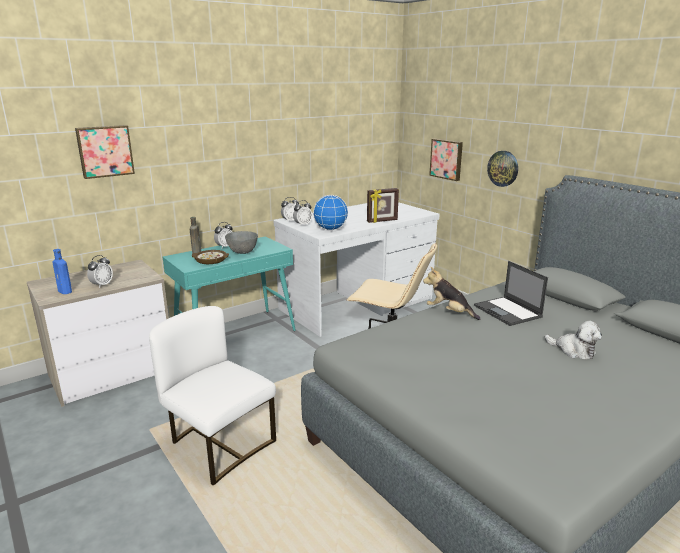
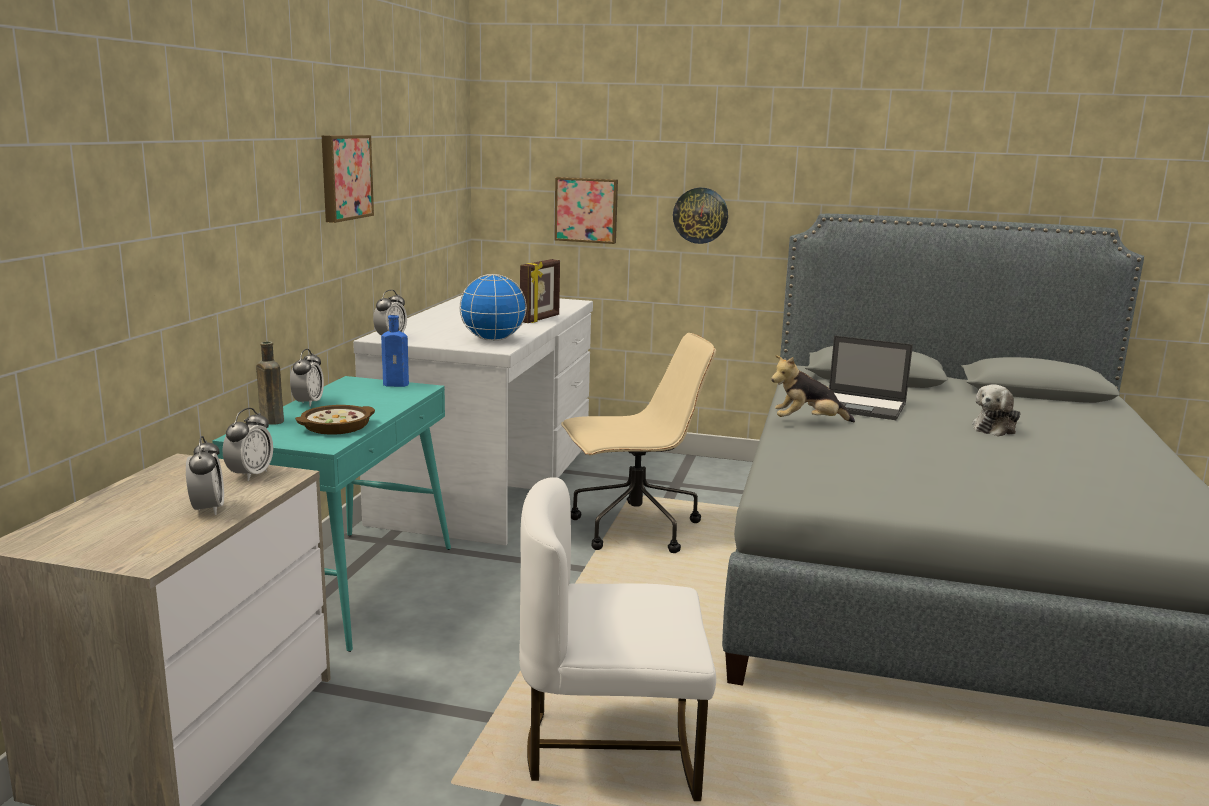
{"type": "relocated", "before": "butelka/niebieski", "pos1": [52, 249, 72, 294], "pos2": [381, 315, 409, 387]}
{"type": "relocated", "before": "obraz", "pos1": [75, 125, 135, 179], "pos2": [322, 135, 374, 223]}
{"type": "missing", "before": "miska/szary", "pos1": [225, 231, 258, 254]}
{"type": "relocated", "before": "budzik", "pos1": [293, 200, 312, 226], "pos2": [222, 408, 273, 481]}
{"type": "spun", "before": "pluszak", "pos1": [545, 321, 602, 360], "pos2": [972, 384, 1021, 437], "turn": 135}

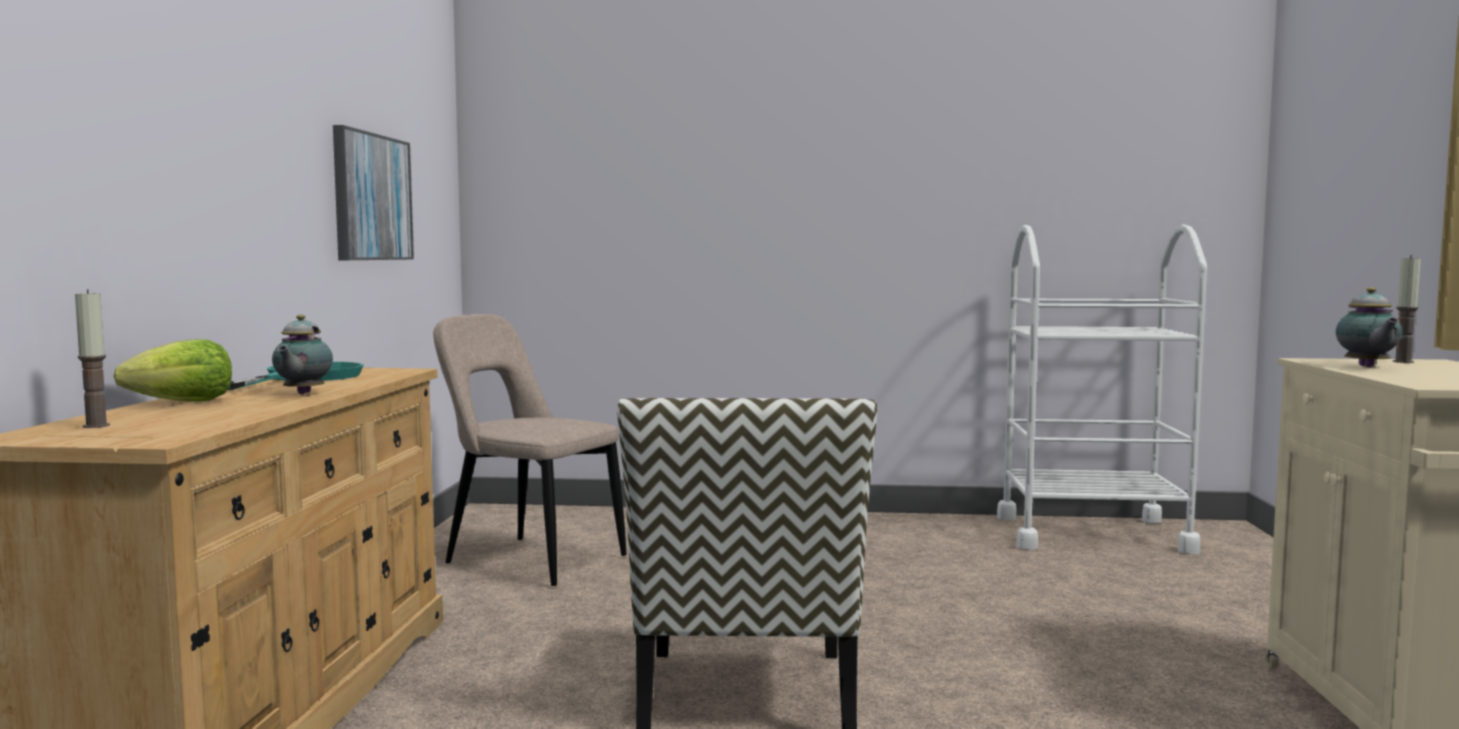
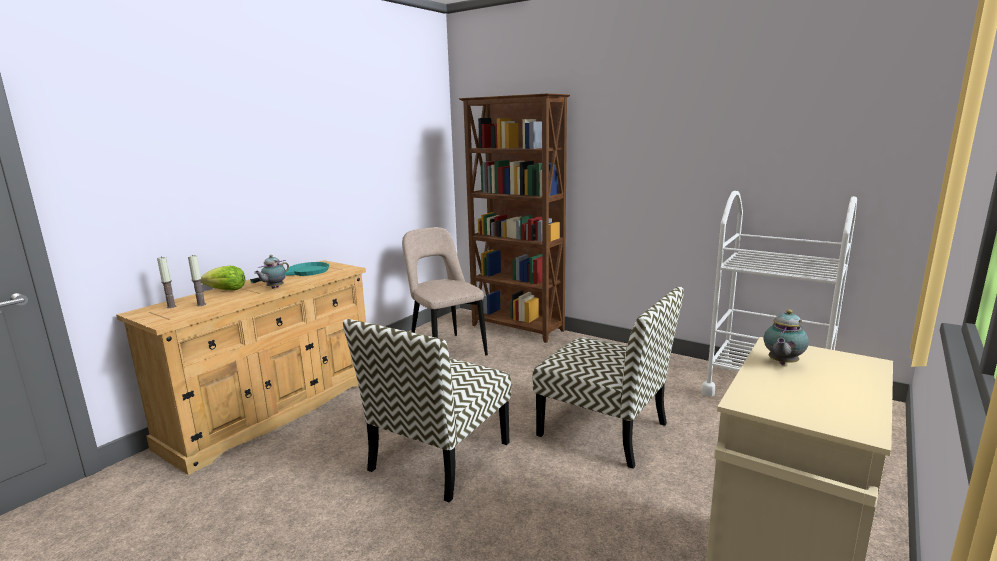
{"type": "missing", "before": "obraz", "pos1": [333, 125, 414, 260]}
{"type": "relocated", "before": "świeca", "pos1": [1393, 255, 1421, 363], "pos2": [188, 255, 206, 306]}
{"type": "appeared", "after": "regał/brązowy", "pos2": [459, 93, 570, 343]}
{"type": "appeared", "after": "krzesło", "pos2": [533, 286, 684, 469]}

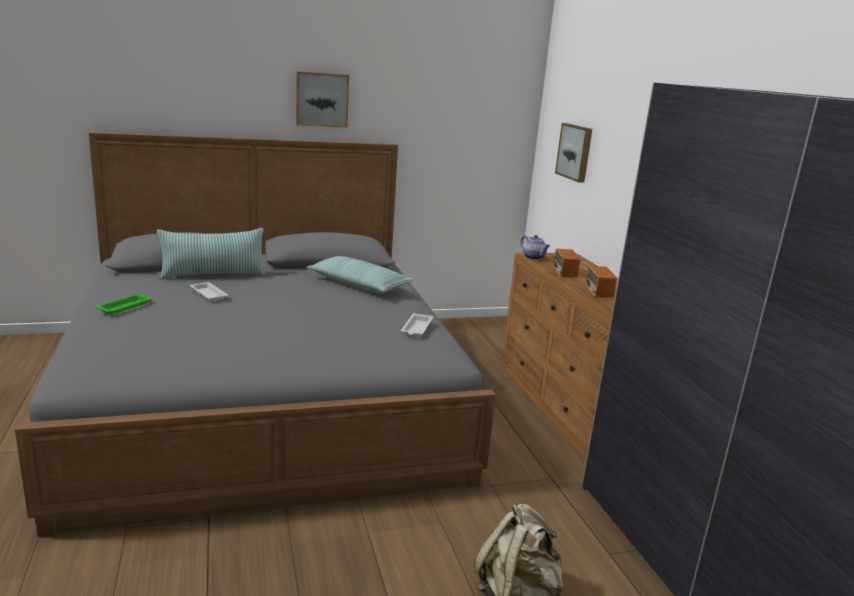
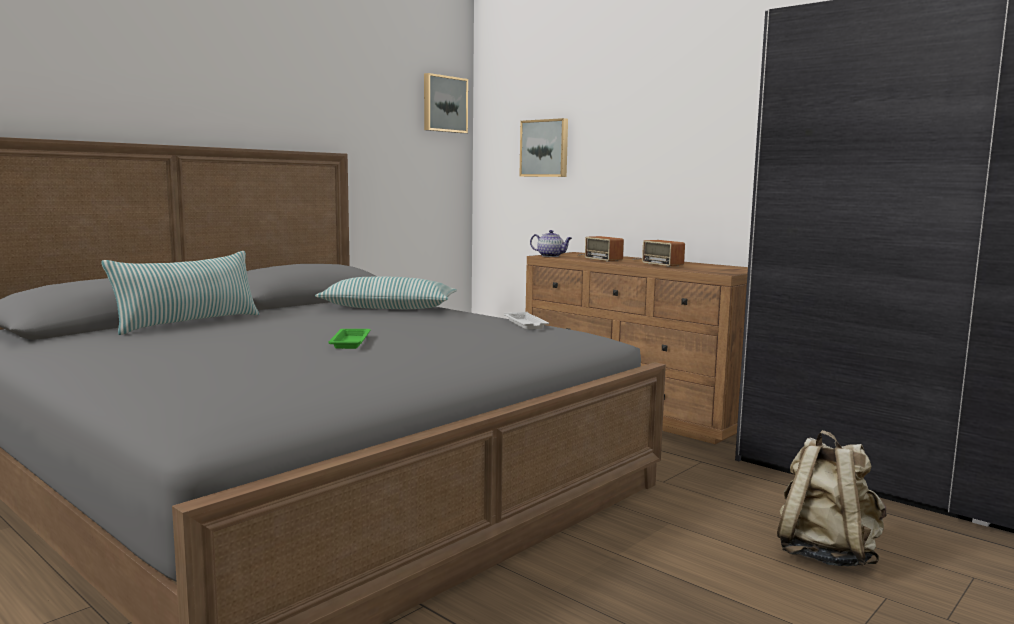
{"type": "relocated", "before": "taca/zielony", "pos1": [95, 294, 152, 314], "pos2": [328, 329, 371, 349]}
{"type": "missing", "before": "taca/biały", "pos1": [190, 282, 229, 301]}
{"type": "relocated", "before": "obraz", "pos1": [296, 71, 349, 128], "pos2": [424, 73, 468, 133]}

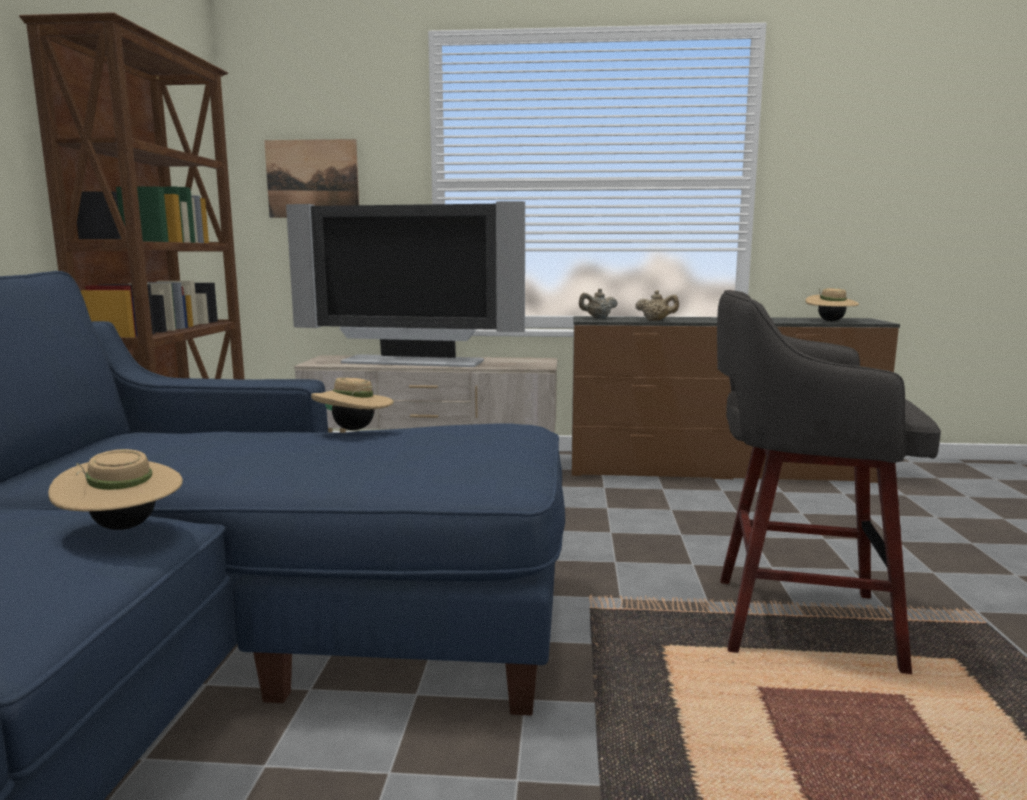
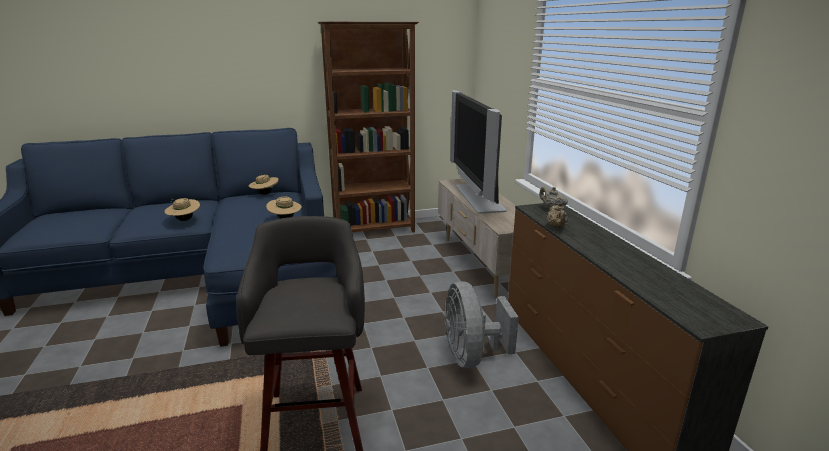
{"type": "missing", "before": "obraz", "pos1": [264, 139, 359, 218]}
{"type": "relocated", "before": "kapelusz/beżowy", "pos1": [805, 288, 859, 321], "pos2": [249, 173, 279, 195]}
{"type": "appeared", "after": "wentylator/szary", "pos2": [445, 281, 519, 368]}

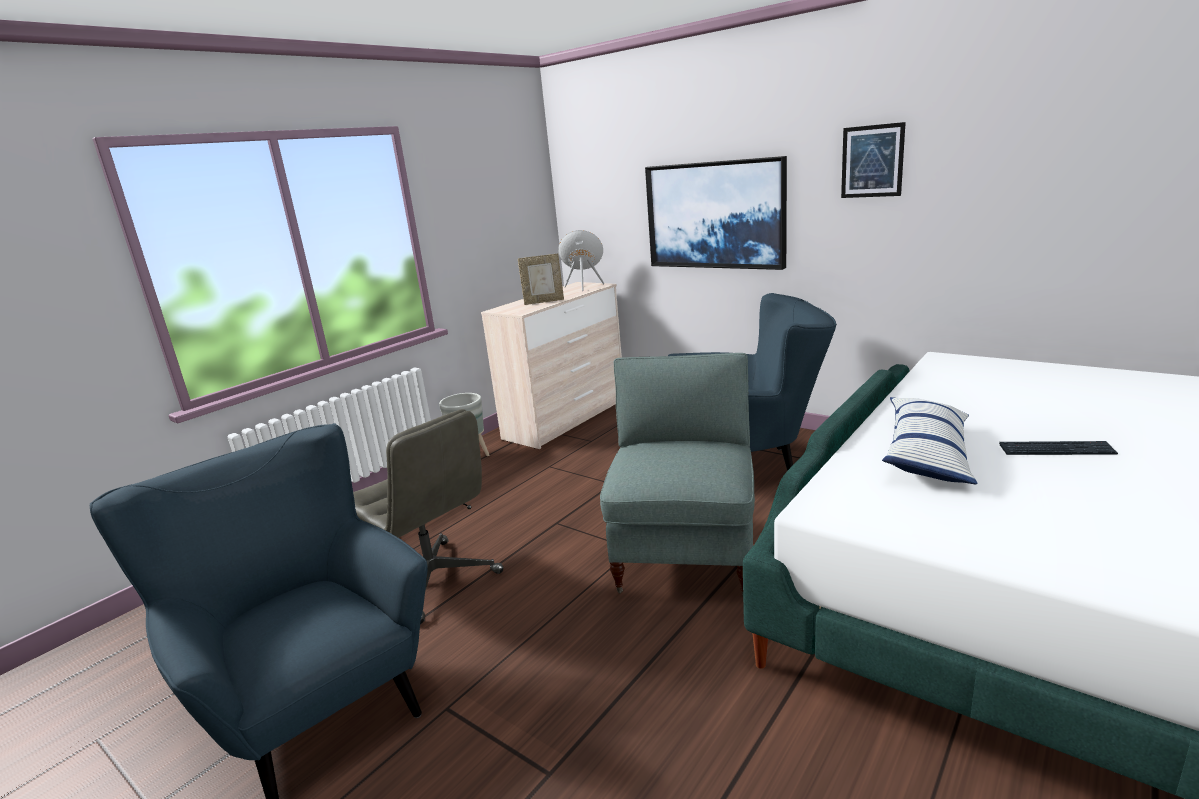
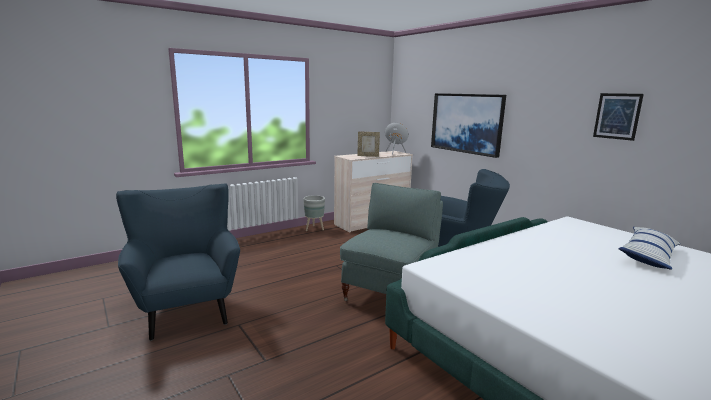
{"type": "missing", "before": "krzesło biurowe/szary", "pos1": [353, 409, 503, 624]}
{"type": "relocated", "before": "obraz", "pos1": [841, 122, 906, 198], "pos2": [593, 93, 644, 141]}
{"type": "relocated", "before": "poduszka", "pos1": [882, 397, 977, 484], "pos2": [618, 227, 681, 270]}
{"type": "missing", "before": "klawiatura", "pos1": [999, 441, 1118, 455]}

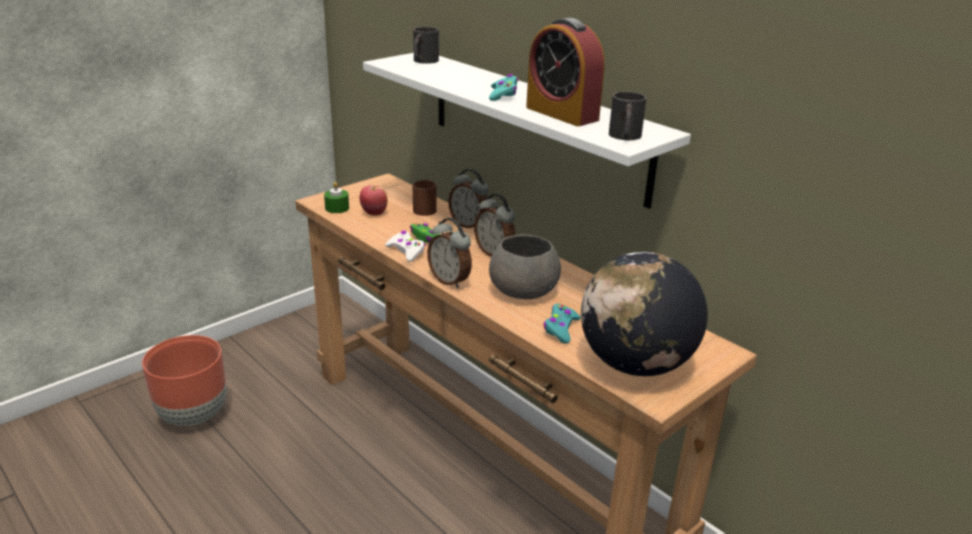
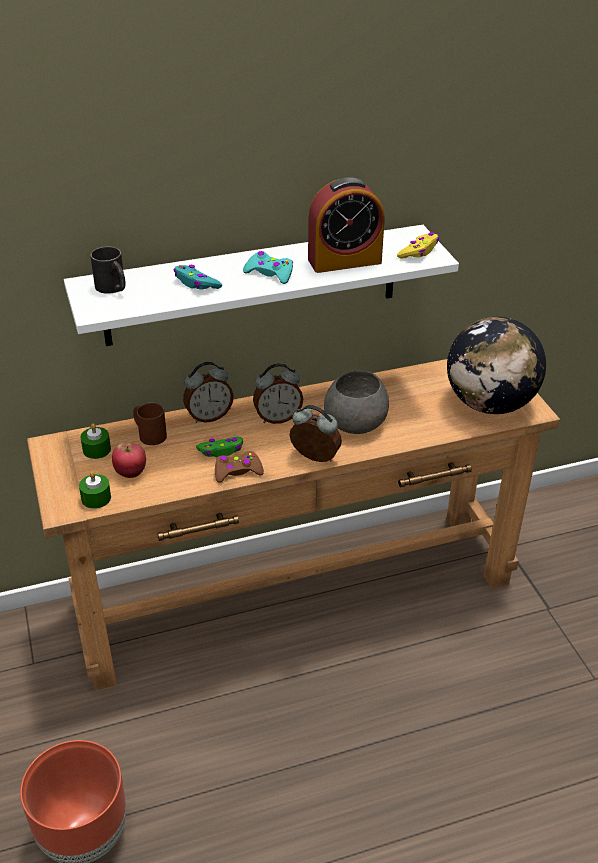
{"type": "colour", "before": "pad do gier/biały", "after": "pad do gier/brązowy", "pos1": [385, 231, 425, 262], "pos2": [215, 451, 264, 483]}
{"type": "spun", "before": "budzik", "pos1": [427, 218, 472, 288], "pos2": [290, 405, 342, 462], "turn": -135}
{"type": "relocated", "before": "pad do gier/turkusowy", "pos1": [544, 304, 581, 344], "pos2": [173, 265, 222, 289]}
{"type": "exchanged", "before": "kubek/czarny", "after": "pad do gier/żółty", "pos1": [609, 91, 646, 140], "pos2": [397, 232, 439, 259]}
{"type": "appeared", "after": "świeca/zielony", "pos2": [81, 424, 111, 459]}

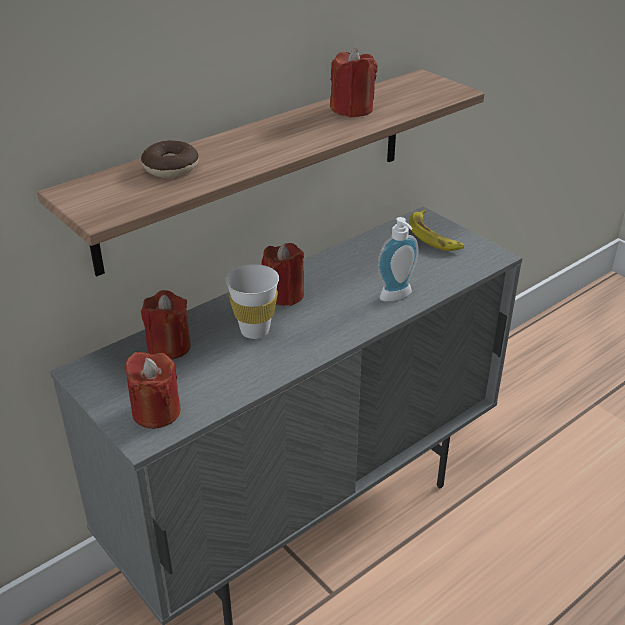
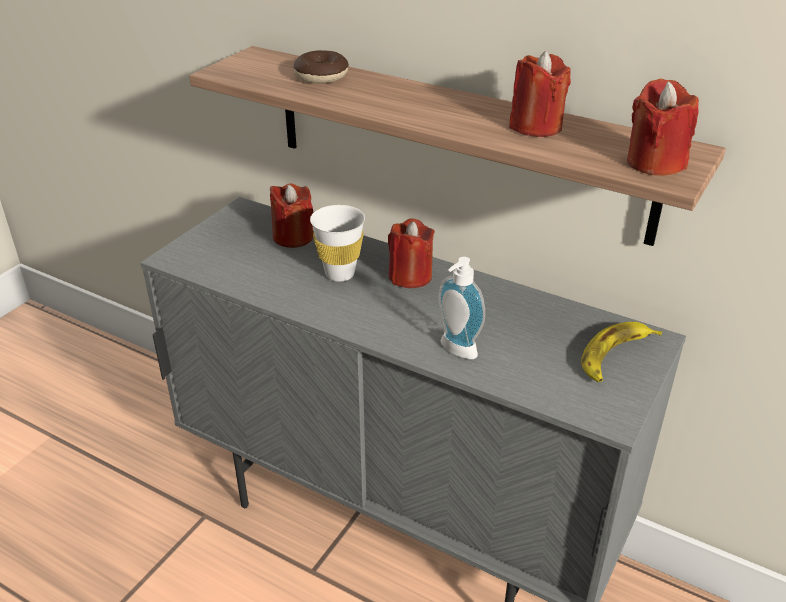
{"type": "relocated", "before": "świeca/czerwony", "pos1": [124, 352, 180, 429], "pos2": [627, 79, 699, 175]}

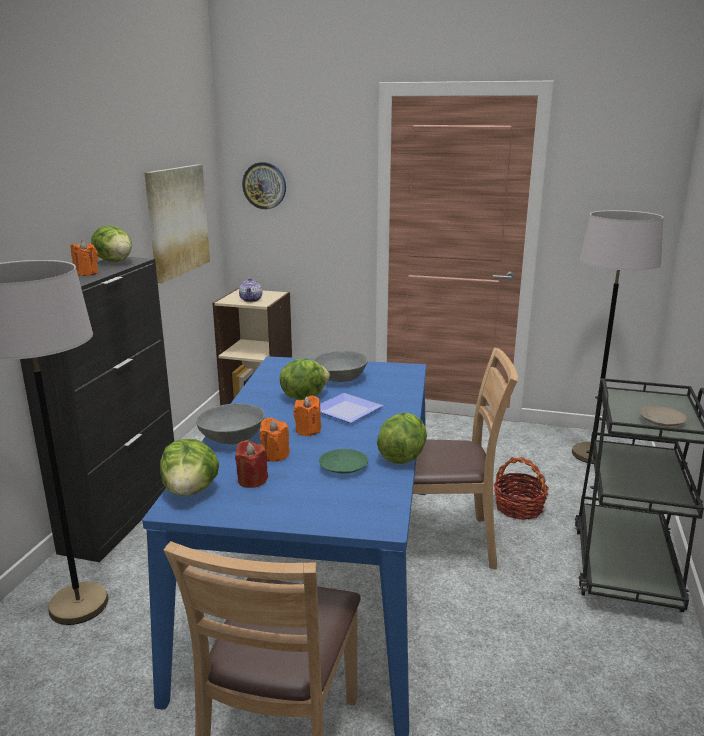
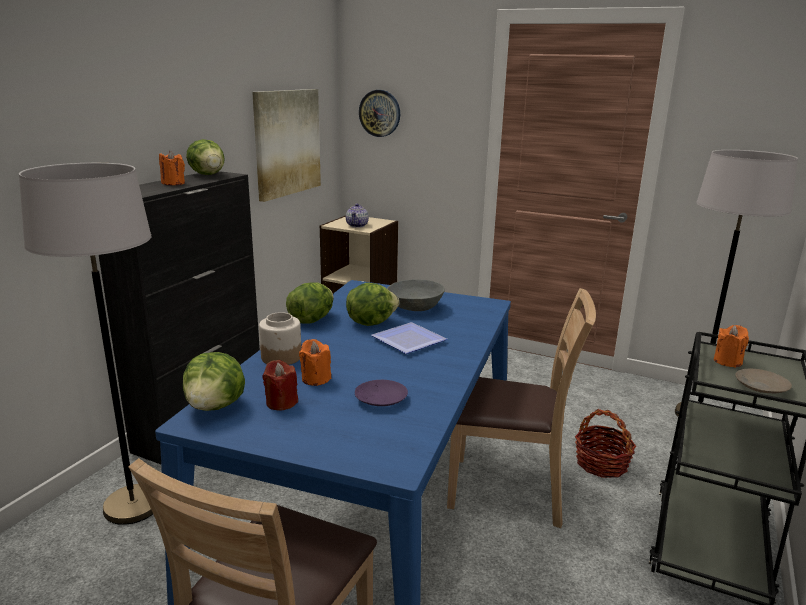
{"type": "exchanged", "before": "miska/szary", "after": "słoik", "pos1": [196, 403, 265, 445], "pos2": [259, 312, 301, 365]}
{"type": "relocated", "before": "świeca/pomarańczowy", "pos1": [293, 396, 321, 436], "pos2": [714, 325, 749, 368]}
{"type": "colour", "before": "talerz/zielony", "after": "talerz/fioletowy", "pos1": [319, 449, 368, 474], "pos2": [355, 380, 408, 406]}
{"type": "relocated", "before": "sałata", "pos1": [377, 413, 427, 464], "pos2": [286, 282, 334, 323]}

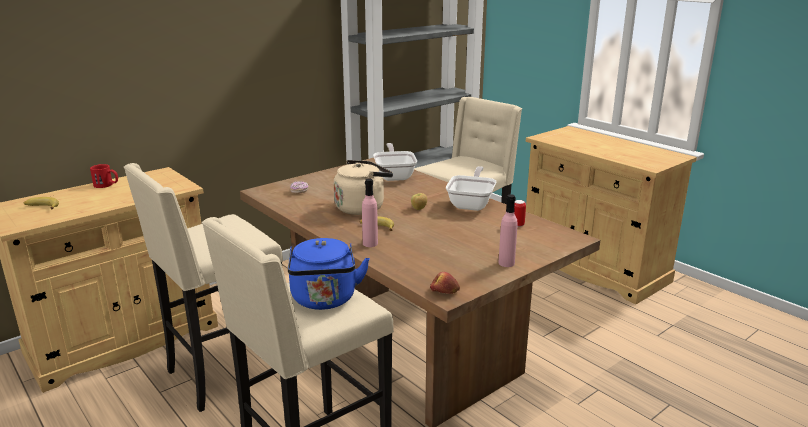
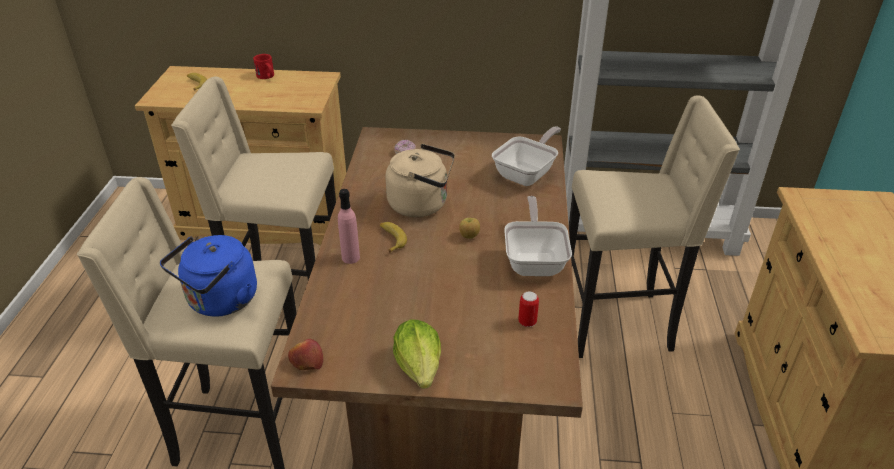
{"type": "spun", "before": "patelnia", "pos1": [446, 166, 496, 211], "pos2": [504, 196, 572, 276], "turn": -60}
{"type": "exchanged", "before": "butelka/różowy", "after": "sałata", "pos1": [498, 194, 518, 267], "pos2": [393, 319, 441, 389]}

